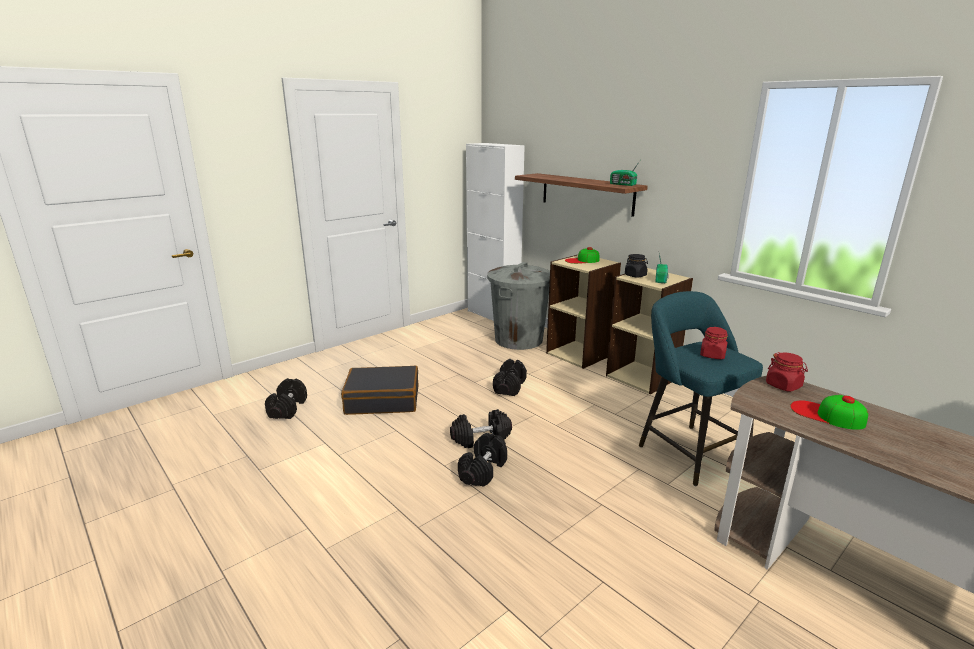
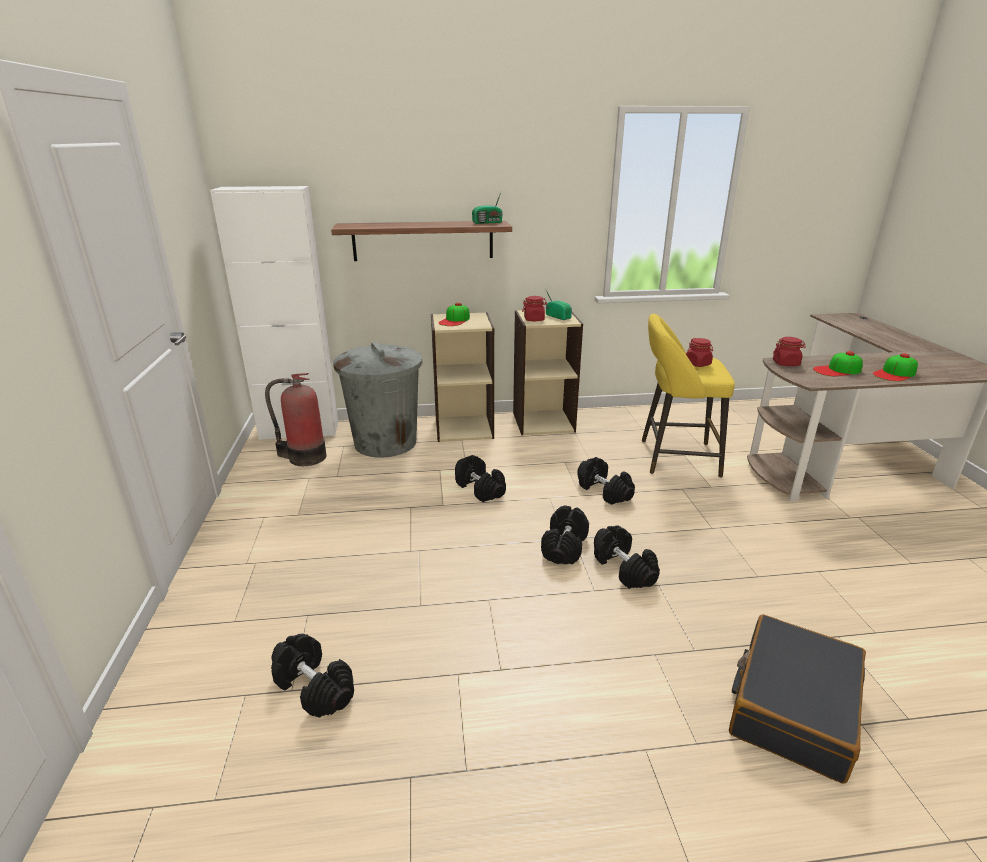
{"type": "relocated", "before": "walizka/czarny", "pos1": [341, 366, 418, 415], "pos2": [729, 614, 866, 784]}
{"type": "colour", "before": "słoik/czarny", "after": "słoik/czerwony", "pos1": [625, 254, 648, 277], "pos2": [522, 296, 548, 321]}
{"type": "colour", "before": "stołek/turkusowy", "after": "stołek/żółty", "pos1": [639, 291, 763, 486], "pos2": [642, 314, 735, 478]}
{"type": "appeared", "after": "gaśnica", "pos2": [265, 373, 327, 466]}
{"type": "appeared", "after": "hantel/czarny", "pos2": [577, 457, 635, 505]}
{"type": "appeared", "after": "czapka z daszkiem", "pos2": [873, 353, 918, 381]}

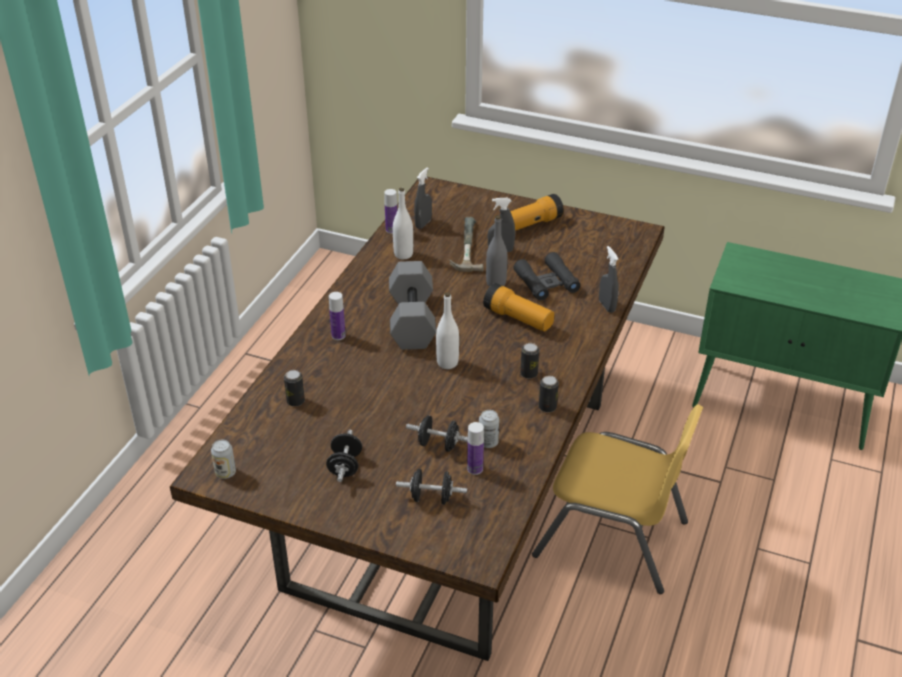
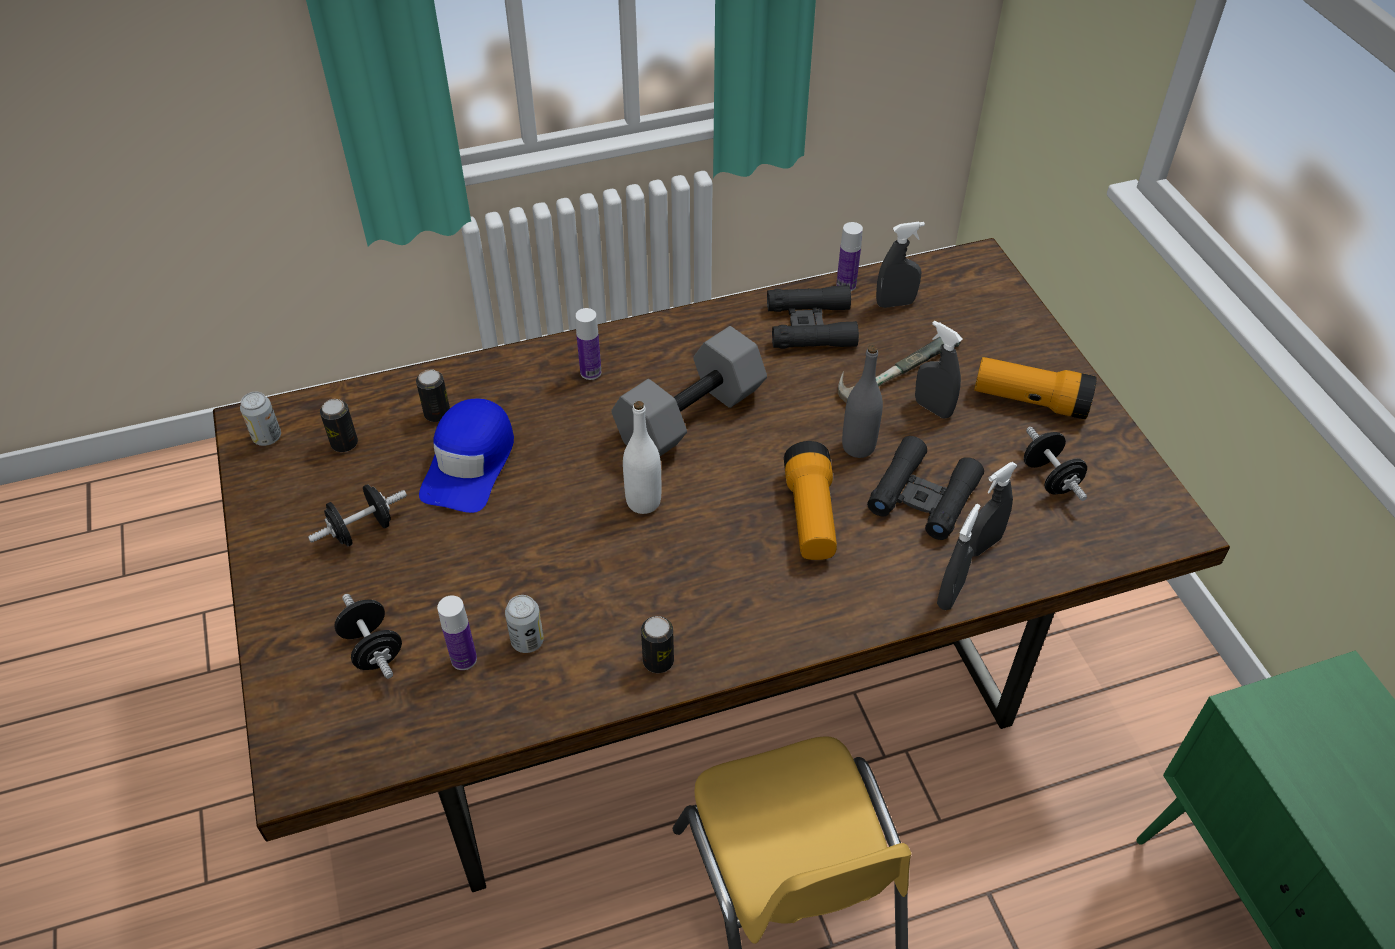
{"type": "exchanged", "before": "butelka/biały", "after": "lornetka/czarny", "pos1": [393, 188, 413, 259], "pos2": [767, 285, 859, 349]}
{"type": "relocated", "before": "hantel/czarny", "pos1": [406, 415, 468, 452], "pos2": [1024, 427, 1087, 501]}
{"type": "relocated", "before": "puszka", "pos1": [520, 343, 539, 379], "pos2": [320, 399, 358, 452]}
{"type": "appeared", "after": "czapka z daszkiem/niebieski", "pos2": [419, 398, 514, 513]}
{"type": "appeared", "after": "spryskiwacz/szary", "pos2": [969, 462, 1018, 556]}

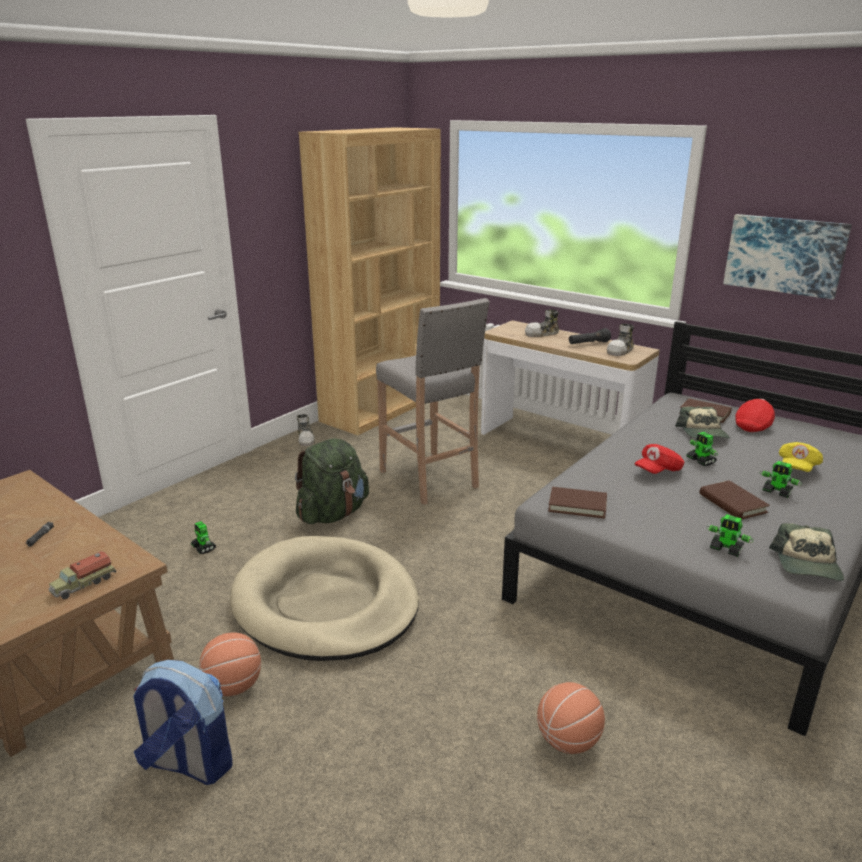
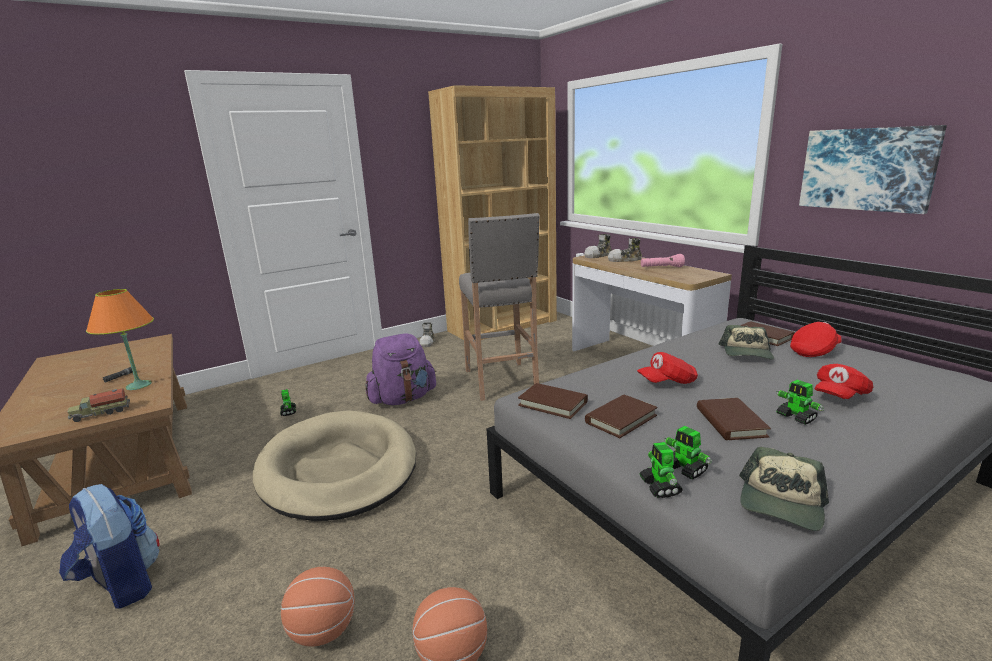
{"type": "relocated", "before": "piłka do koszykówki", "pos1": [199, 632, 261, 696], "pos2": [281, 567, 355, 647]}
{"type": "colour", "before": "plecak/zielony", "after": "plecak/fioletowy", "pos1": [295, 438, 369, 524], "pos2": [365, 333, 436, 405]}
{"type": "colour", "before": "latarka/czarny", "after": "latarka/różowy", "pos1": [569, 328, 611, 344], "pos2": [641, 254, 685, 267]}
{"type": "relocated", "before": "but", "pos1": [607, 324, 634, 356], "pos2": [584, 234, 612, 258]}
{"type": "relocated", "before": "robot zabawkowy", "pos1": [686, 432, 718, 466], "pos2": [640, 442, 683, 498]}
{"type": "colour", "before": "czapka z daszkiem/żółty", "after": "czapka z daszkiem/czerwony", "pos1": [779, 442, 823, 472], "pos2": [815, 364, 873, 399]}
{"type": "appeared", "after": "lampa stołowa/pomarańczowy", "pos2": [86, 289, 154, 390]}
{"type": "appeared", "after": "książka/brązowy", "pos2": [585, 395, 658, 438]}

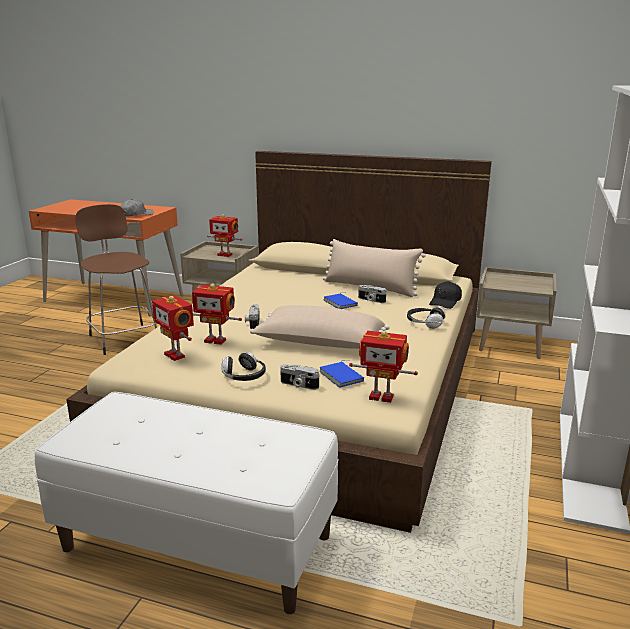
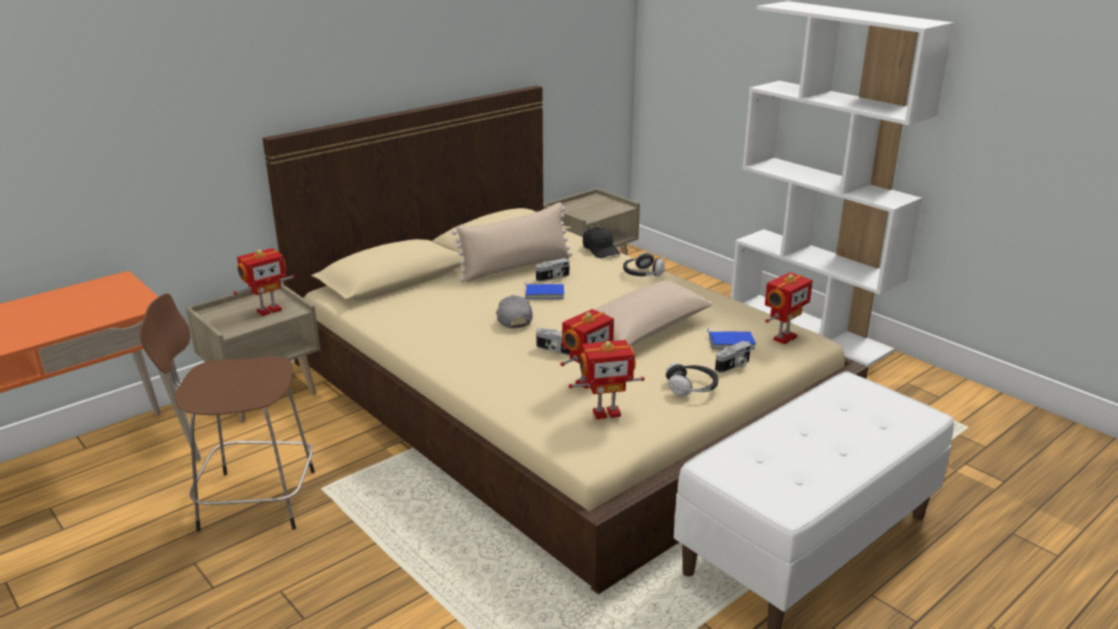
{"type": "relocated", "before": "czapka z daszkiem/szary", "pos1": [120, 199, 154, 216], "pos2": [496, 295, 533, 328]}

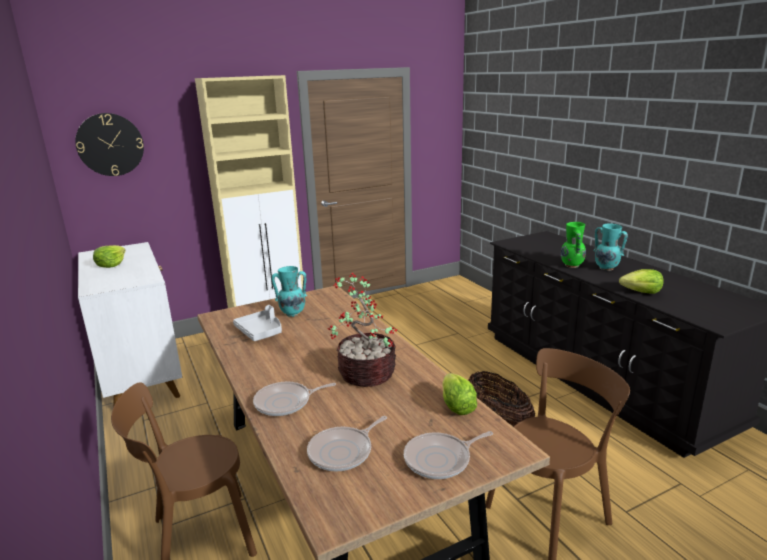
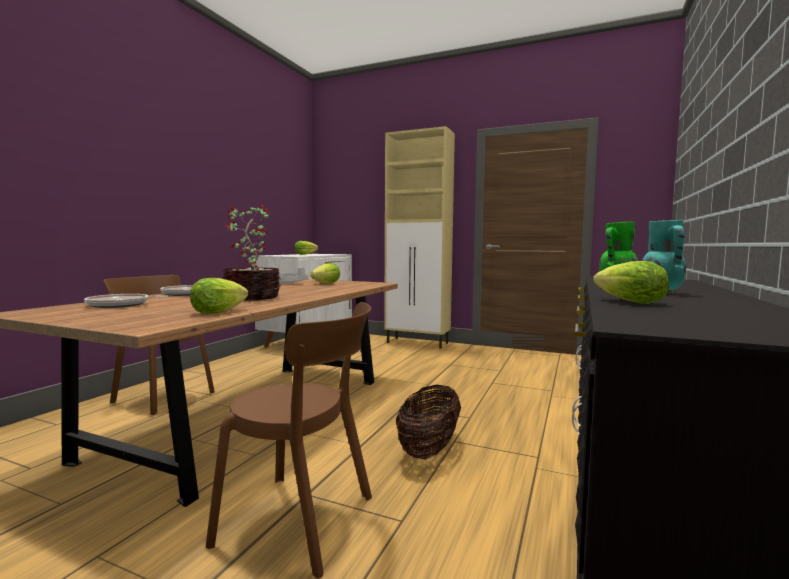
{"type": "missing", "before": "zegar ścienny", "pos1": [75, 113, 144, 176]}
{"type": "exchanged", "before": "wazon/turkusowy", "after": "sałata", "pos1": [271, 266, 307, 317], "pos2": [310, 263, 340, 283]}
{"type": "missing", "before": "patelnia", "pos1": [404, 431, 493, 479]}

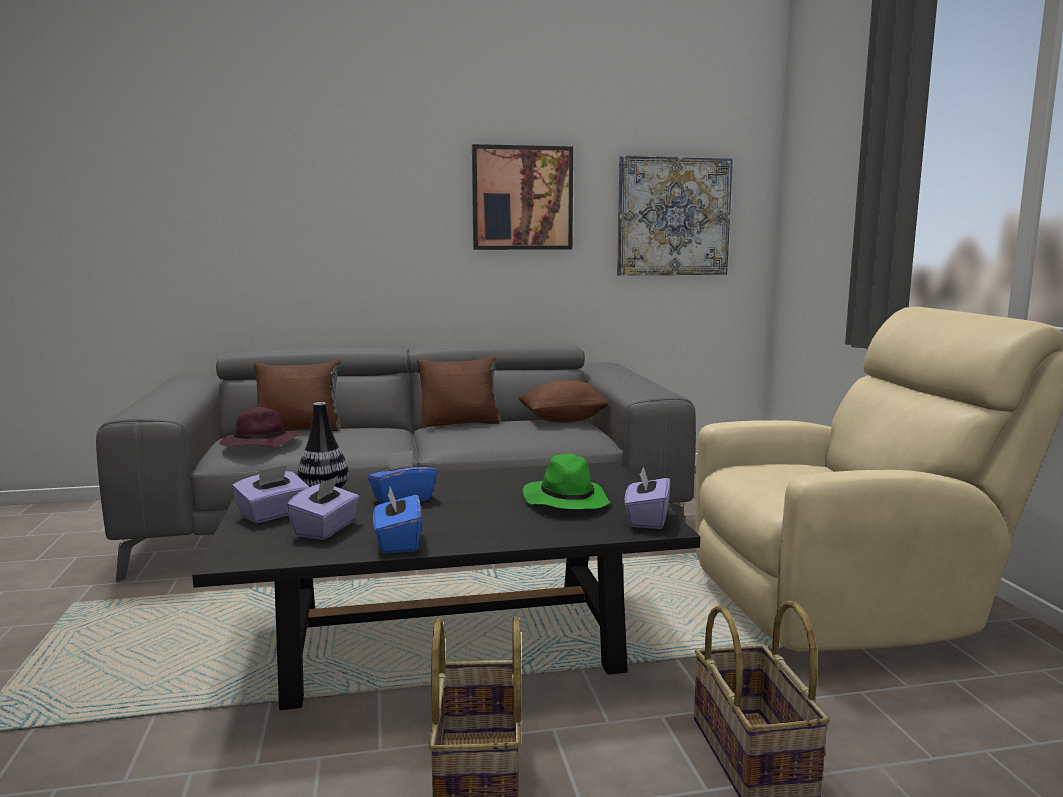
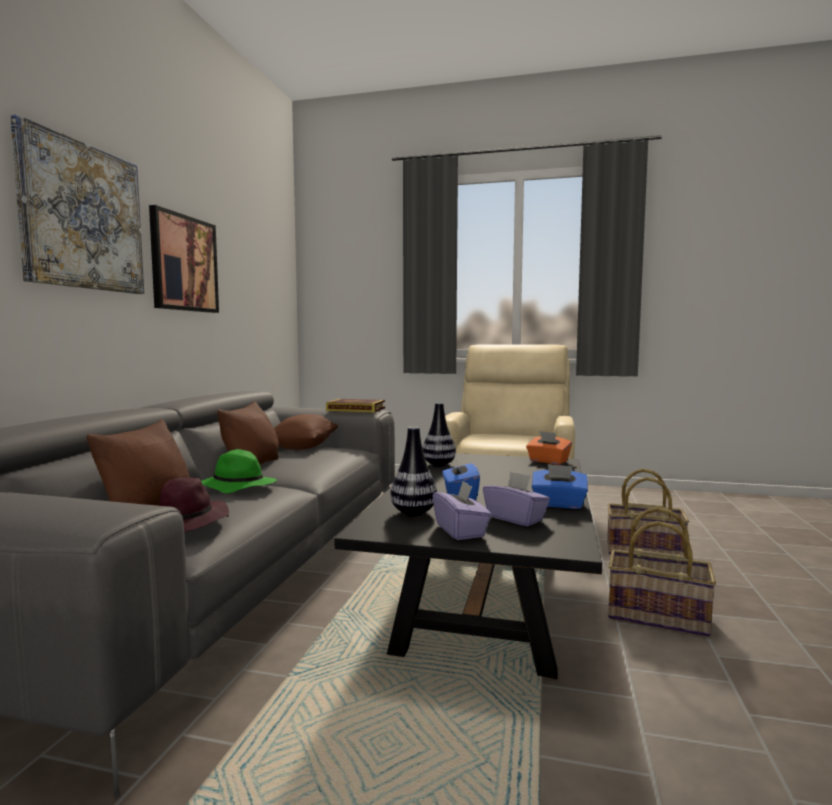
{"type": "relocated", "before": "kapelusz/zielony", "pos1": [523, 453, 610, 509], "pos2": [201, 449, 277, 493]}
{"type": "relocated", "before": "obraz", "pos1": [617, 155, 733, 276], "pos2": [10, 114, 144, 294]}
{"type": "colour", "before": "pudełko chusteczek/fioletowy", "after": "pudełko chusteczek/pomarańczowy", "pos1": [624, 466, 670, 529], "pos2": [526, 431, 572, 465]}
{"type": "appeared", "after": "książka", "pos2": [326, 399, 385, 413]}
{"type": "appeared", "after": "wazon", "pos2": [422, 403, 456, 467]}

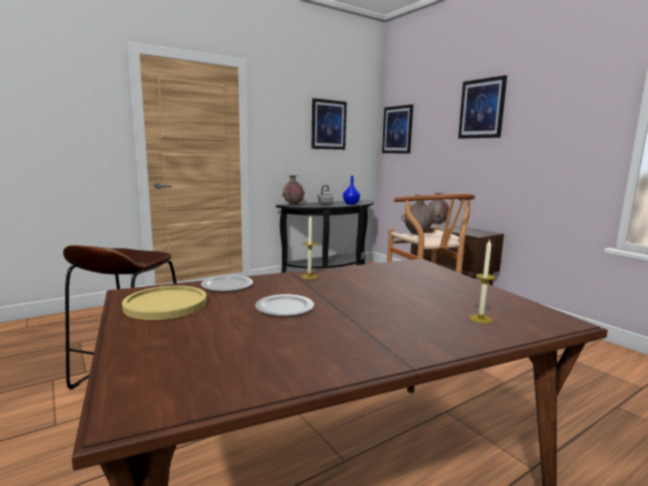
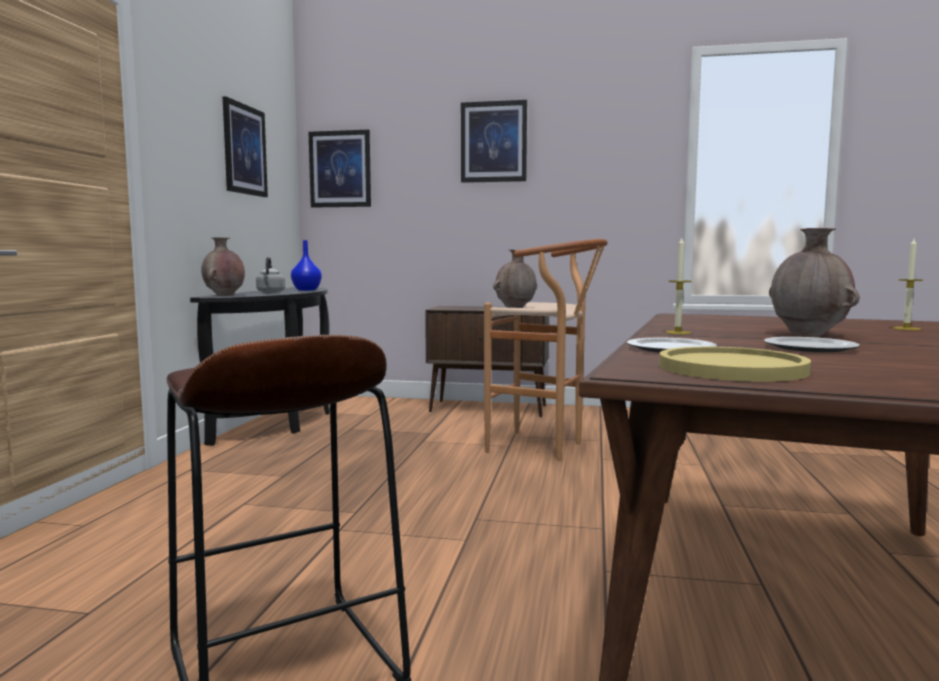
{"type": "relocated", "before": "wazon/brązowy", "pos1": [428, 193, 449, 224], "pos2": [769, 228, 860, 337]}

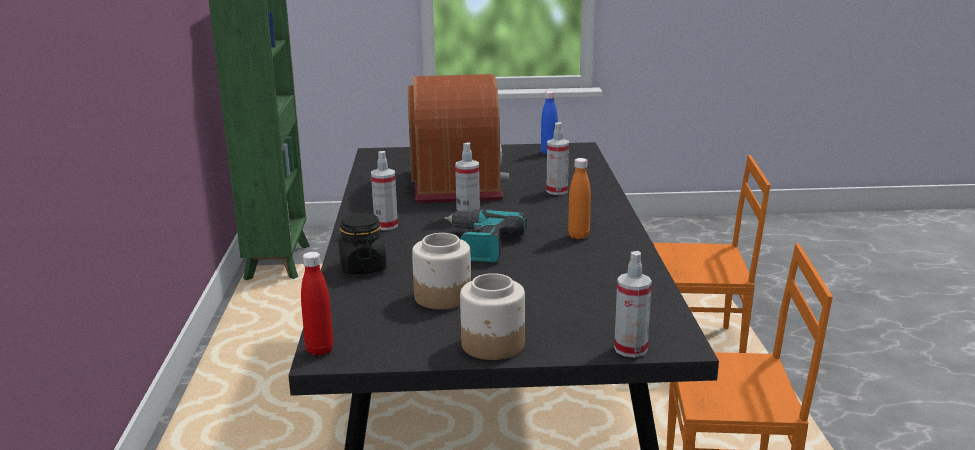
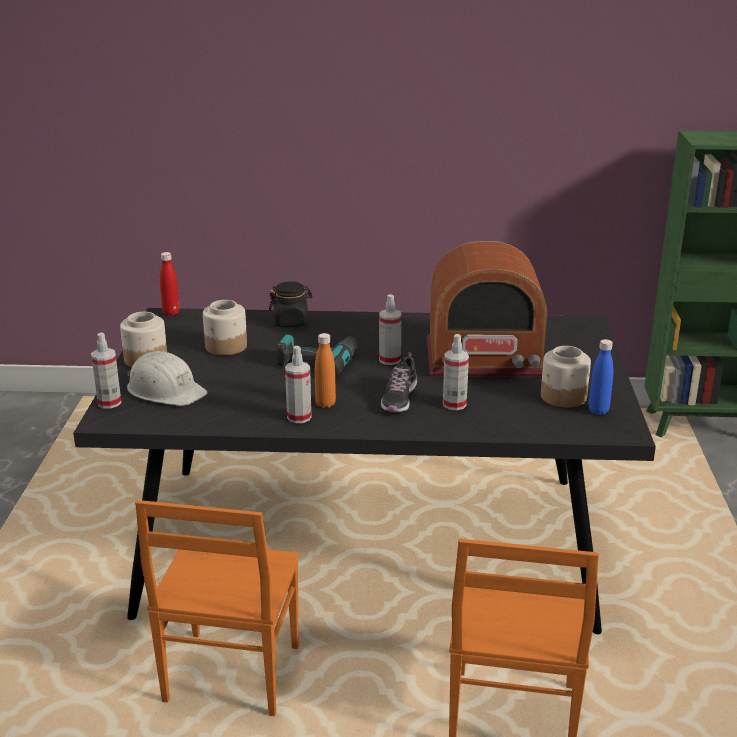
{"type": "relocated", "before": "spryskiwacz", "pos1": [371, 151, 398, 230], "pos2": [285, 346, 312, 423]}
{"type": "appeared", "after": "kask/biały", "pos2": [127, 351, 208, 406]}
{"type": "appeared", "after": "but", "pos2": [381, 353, 417, 412]}
{"type": "appeared", "after": "słoik", "pos2": [541, 346, 591, 408]}

